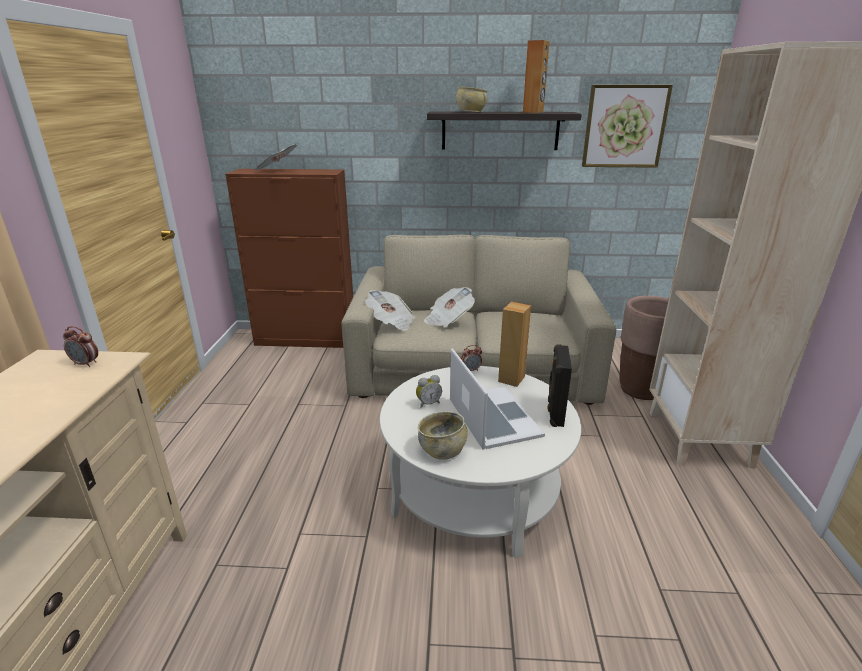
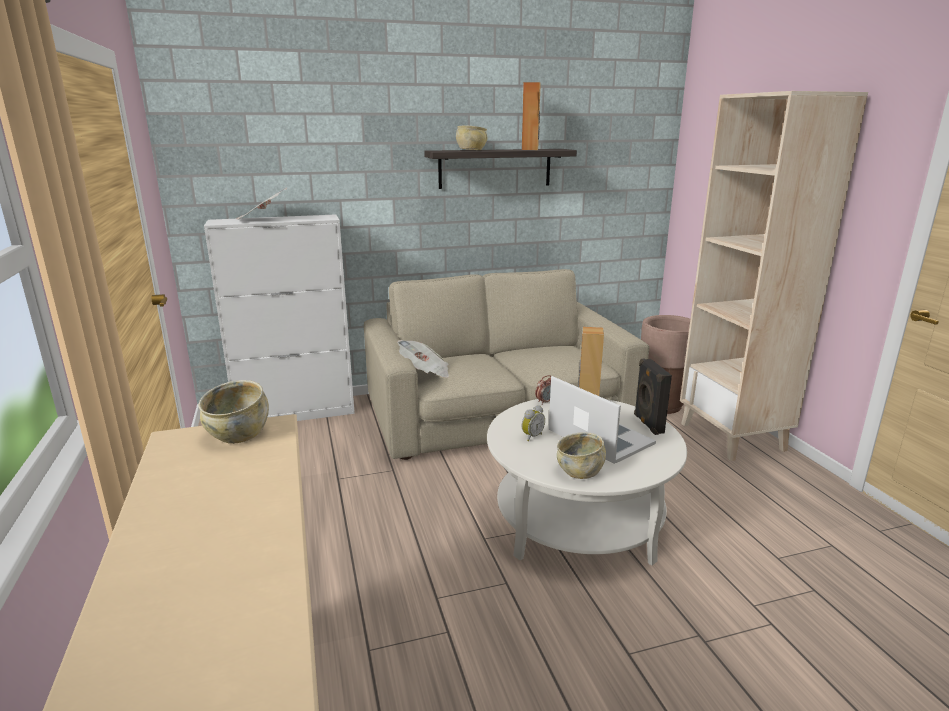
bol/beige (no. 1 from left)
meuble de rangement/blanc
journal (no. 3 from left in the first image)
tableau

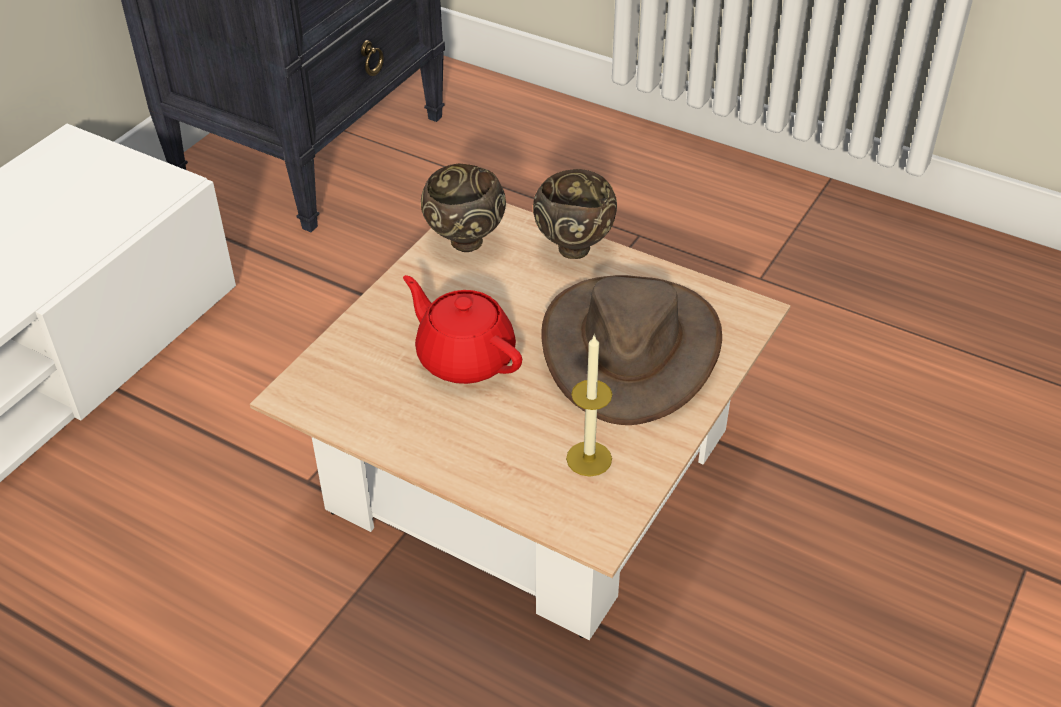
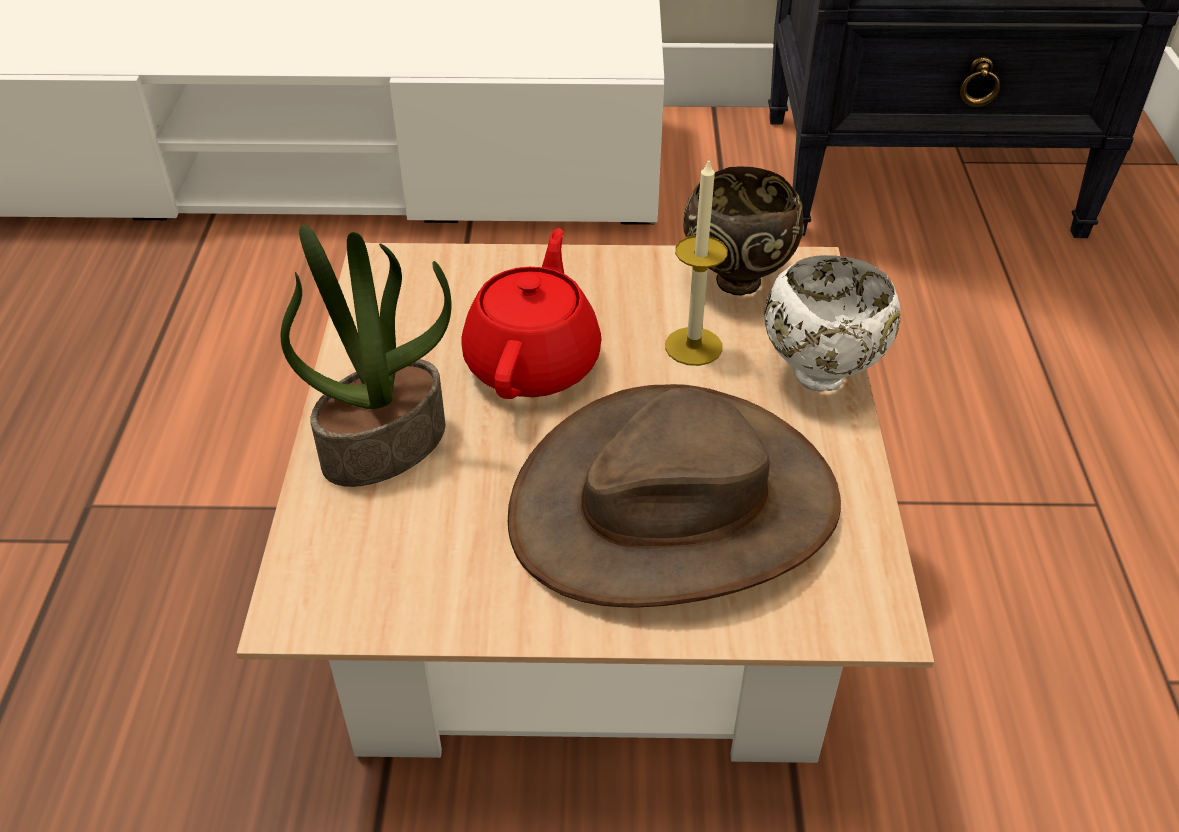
plante en pot
bougie
bol/blanc

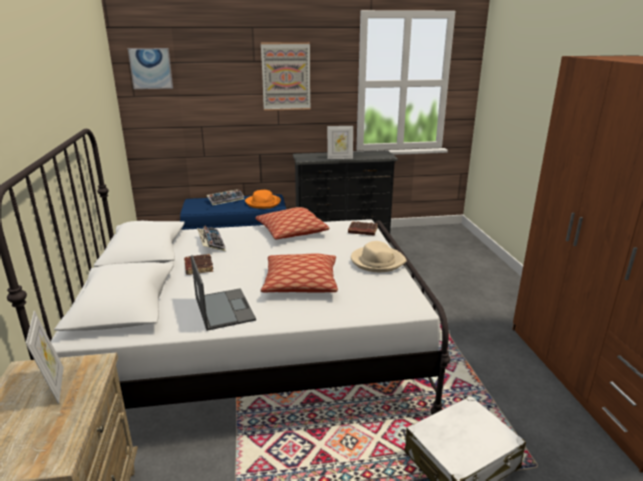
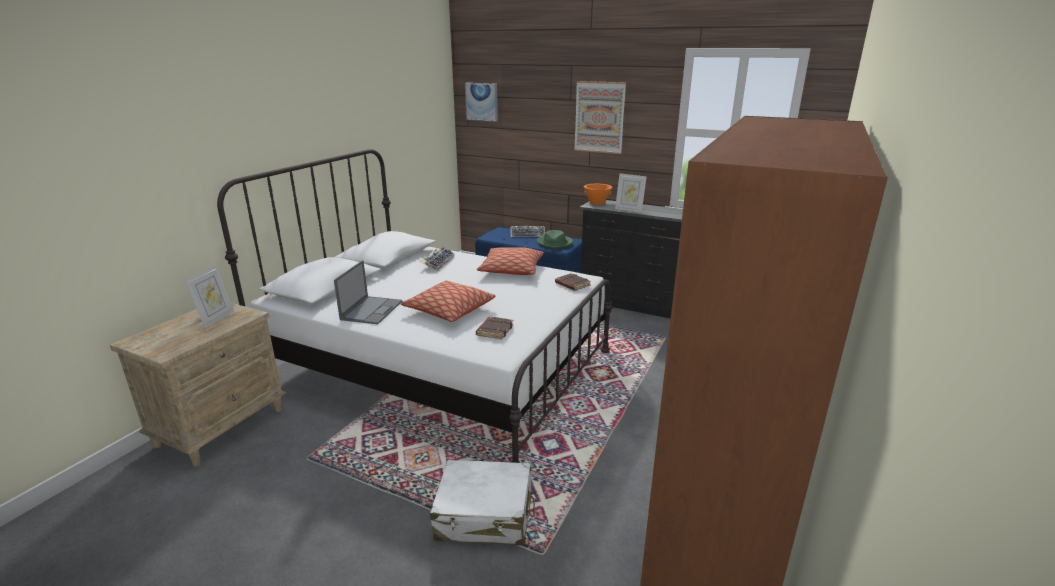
livre/marron (no. 1 from left)
chapeau/vert
bol/orange
chapeau/beige

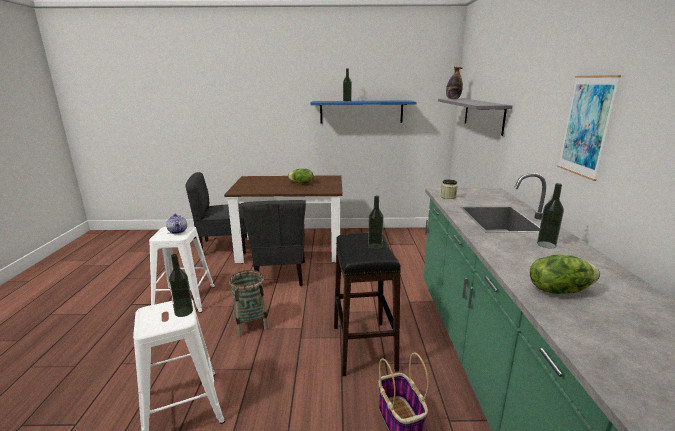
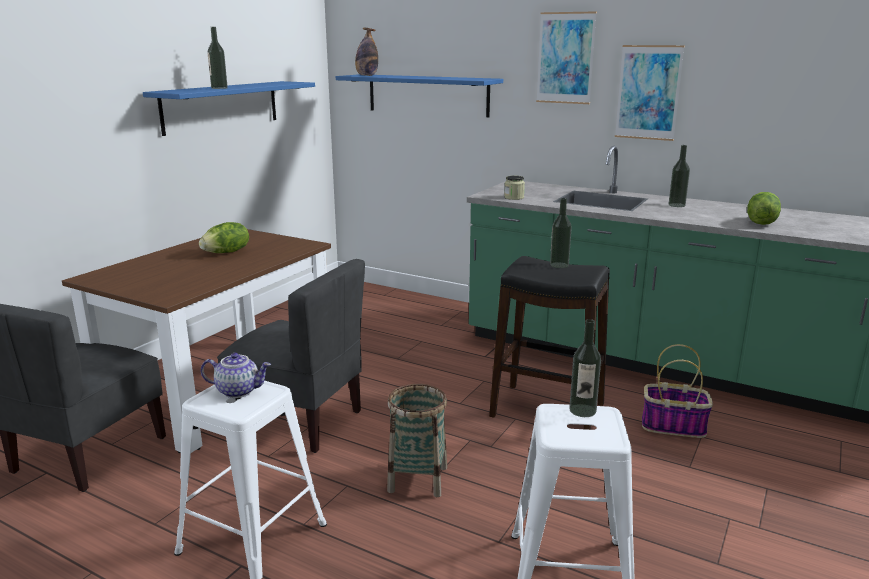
étagère/bleu (no. 2 from left)
tableau (no. 1 from left)

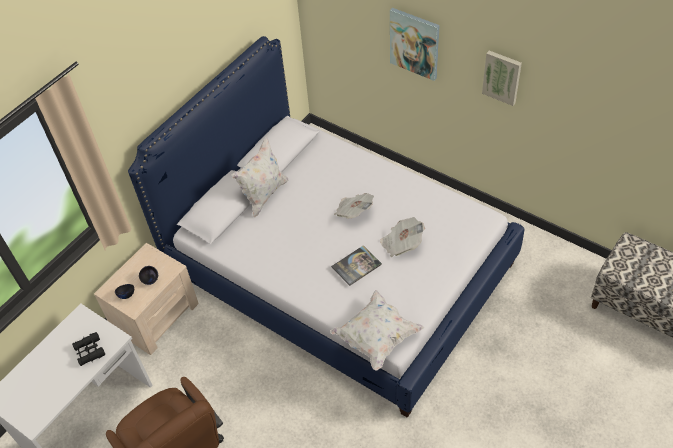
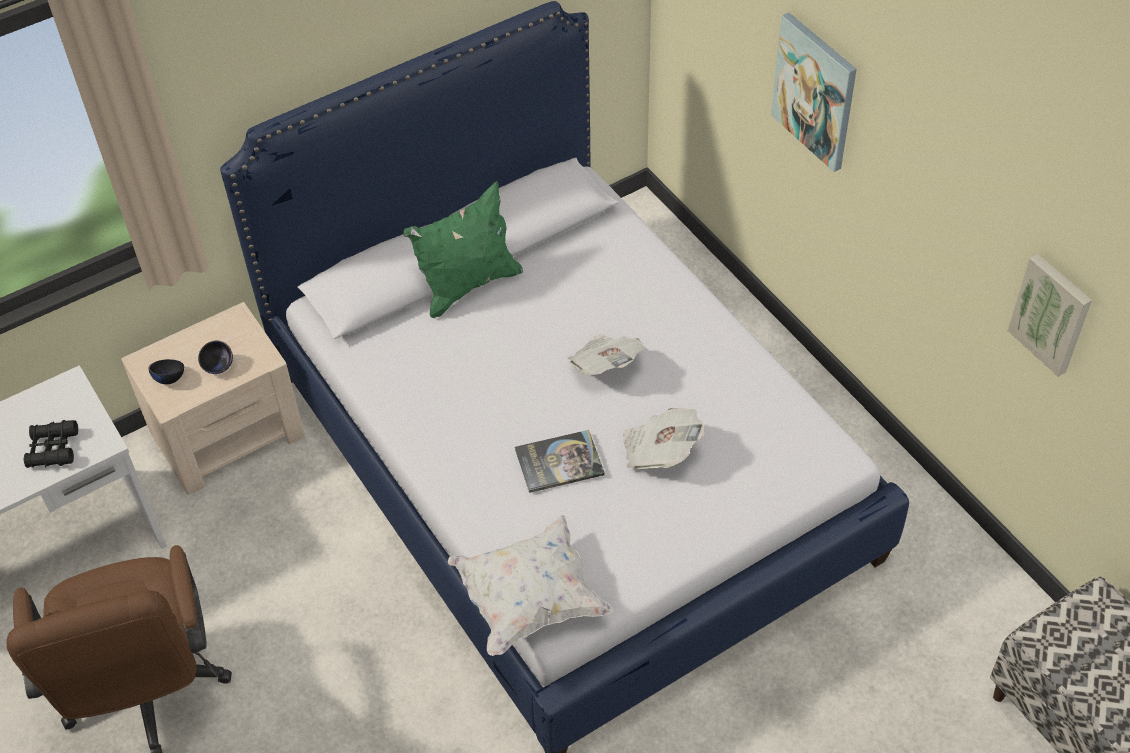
coussin/vert
tableau (no. 2 from left)

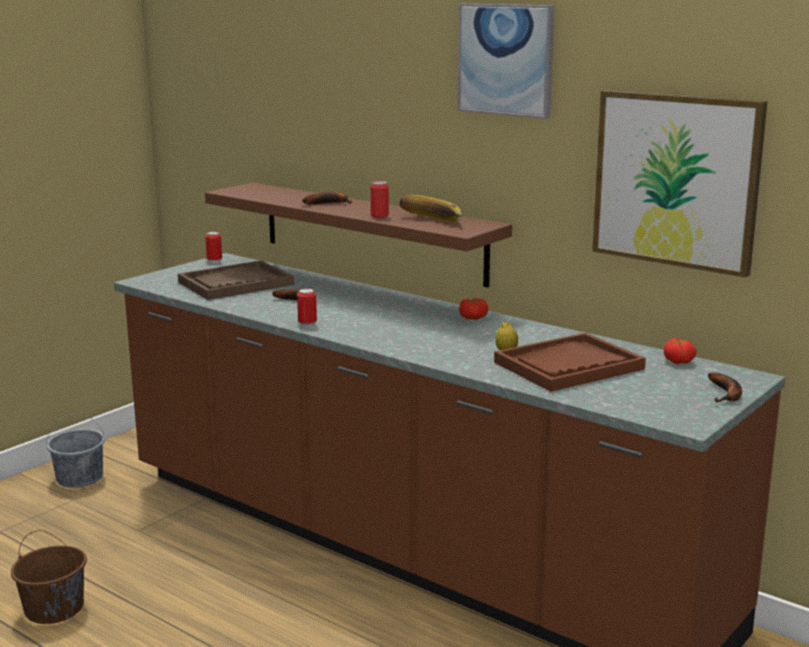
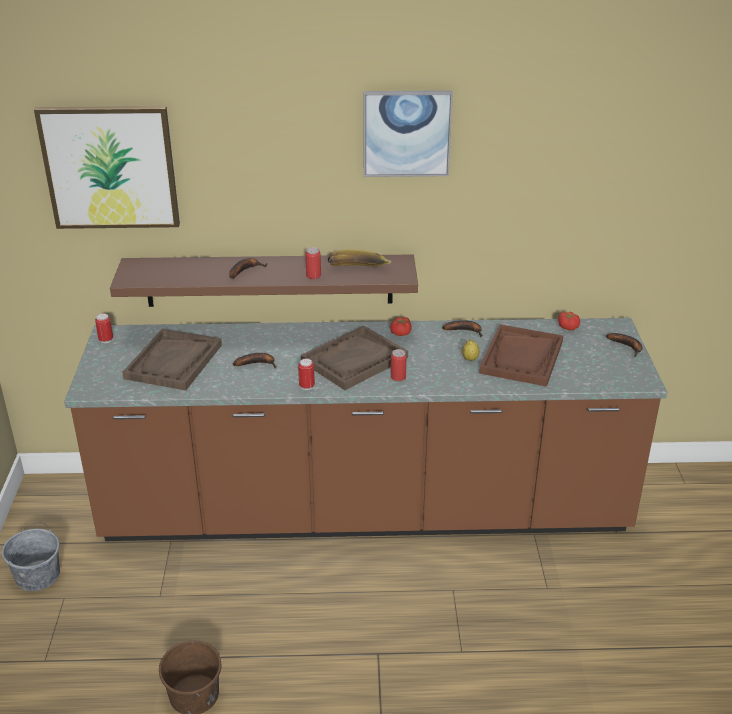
tableau (no. 1 from left)
plateau/marron (no. 2 from left)
boîte métallique (no. 4 from left)
banane (no. 4 from left)

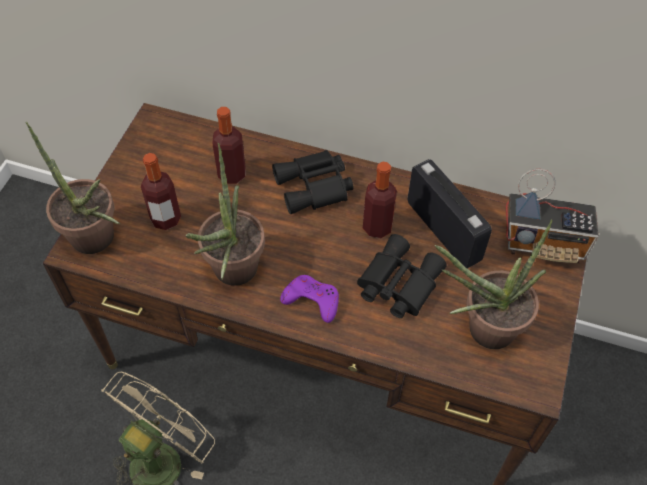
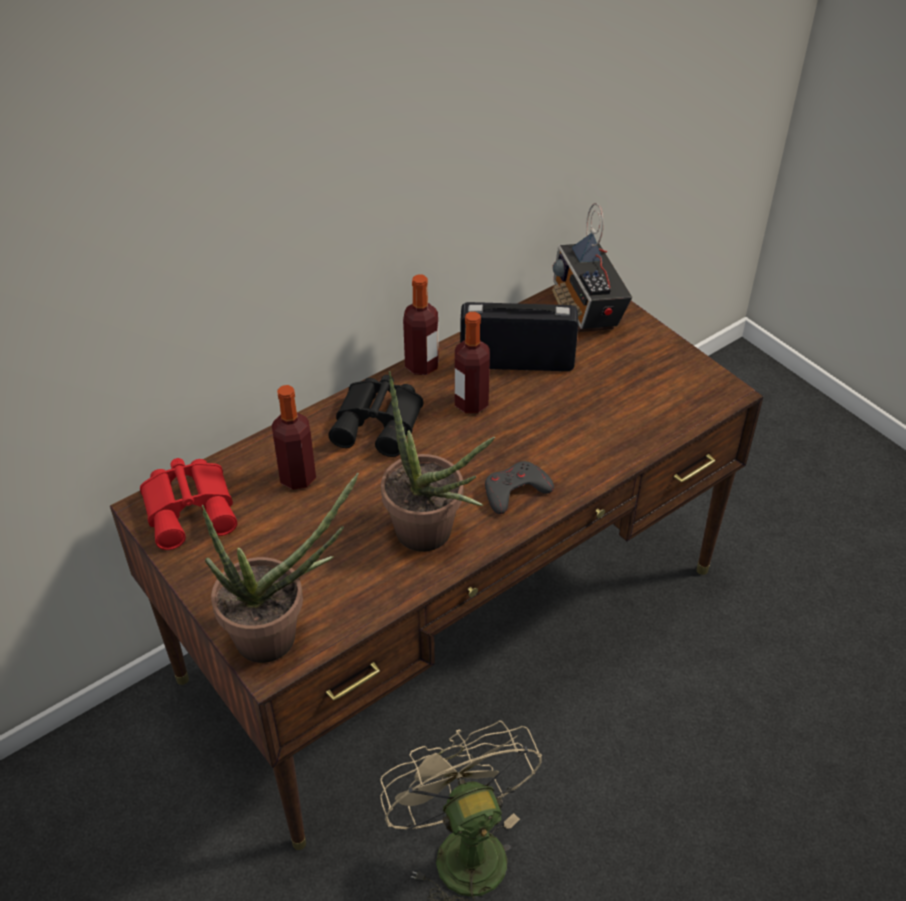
jumelles/rouge
bouteille (no. 2 from left)
manette/gris
radio (no. 2 from left)
jumelles/noir (no. 2 from left in the first image)
plante en pot (no. 3 from left in the first image)

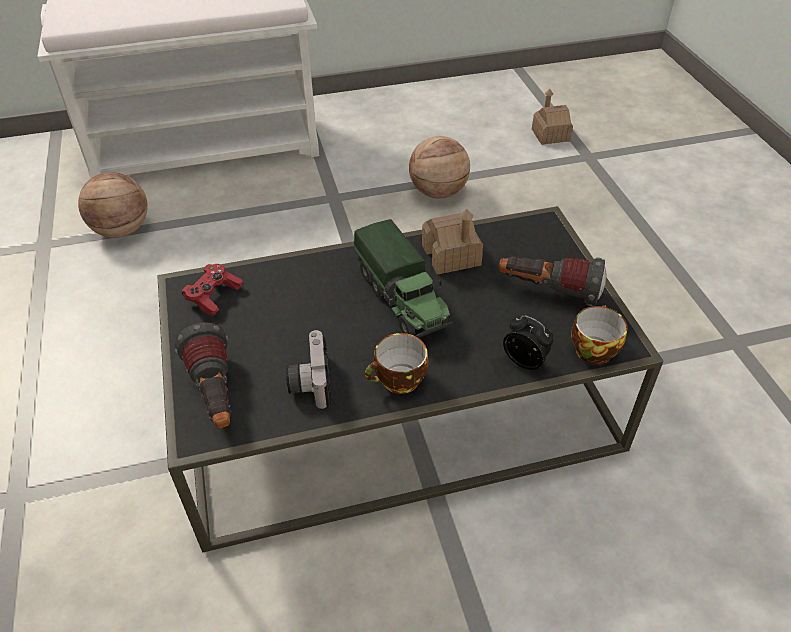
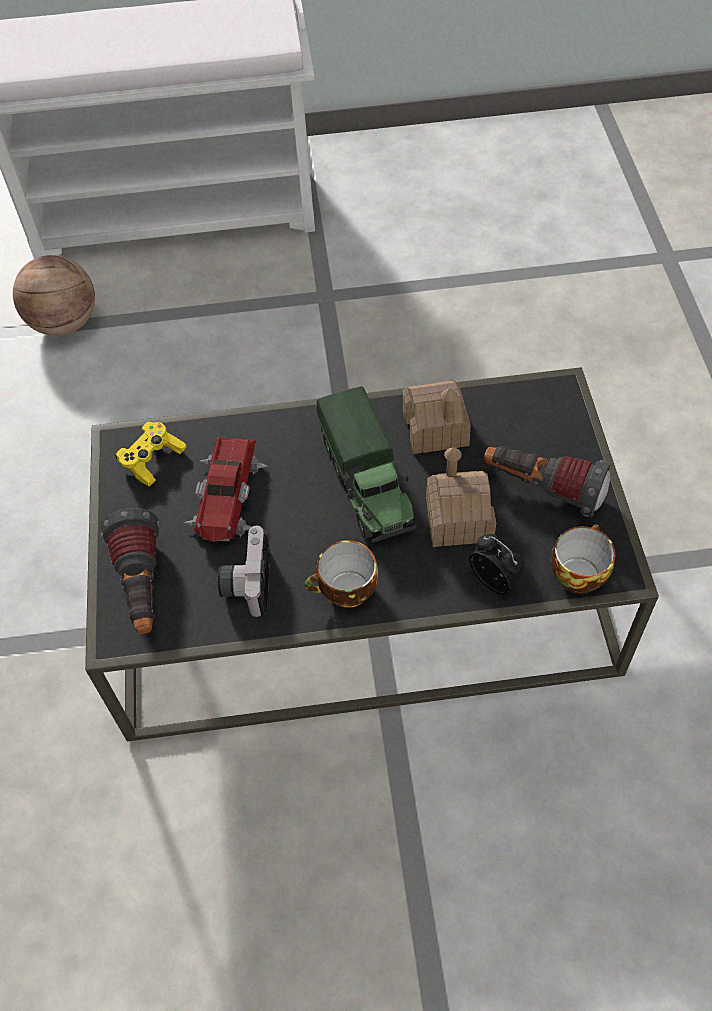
manette/jaune
petite voiture
maison miniature (no. 2 from left)
ballon de basket (no. 2 from left in the first image)

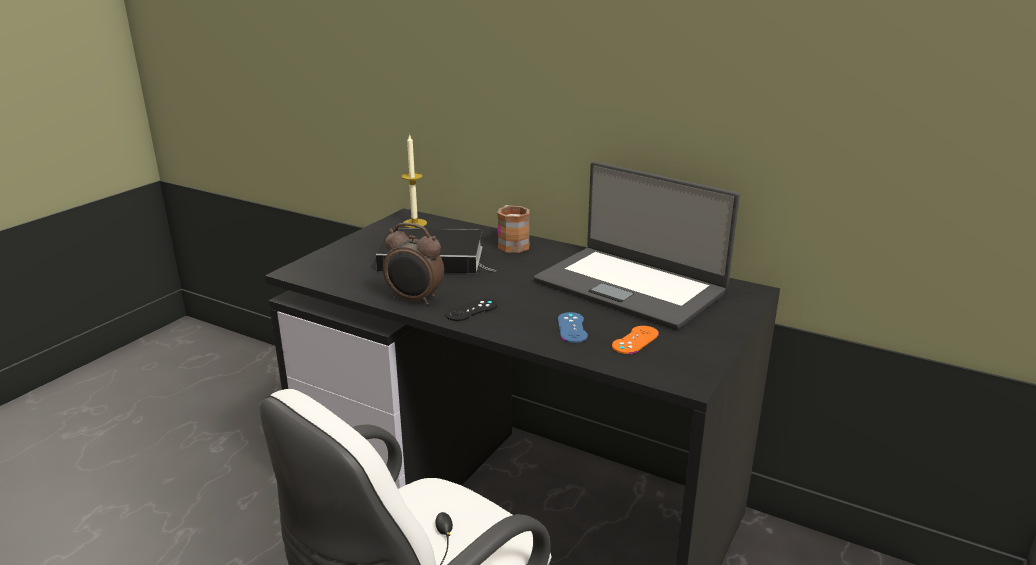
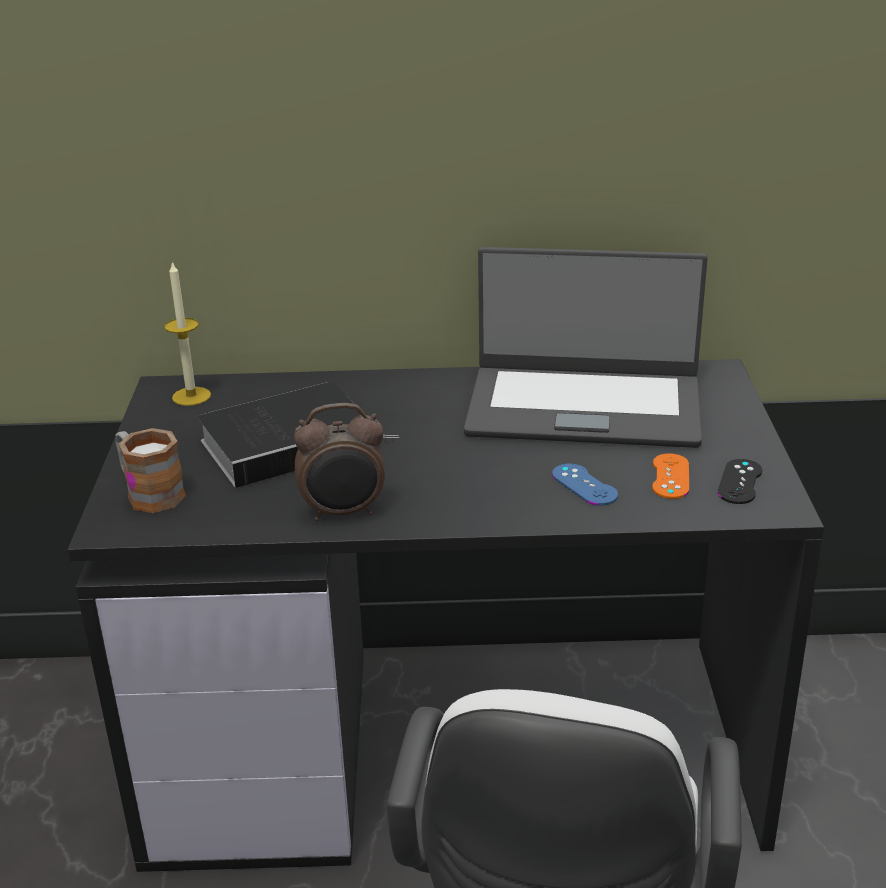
mug
manette/noir

